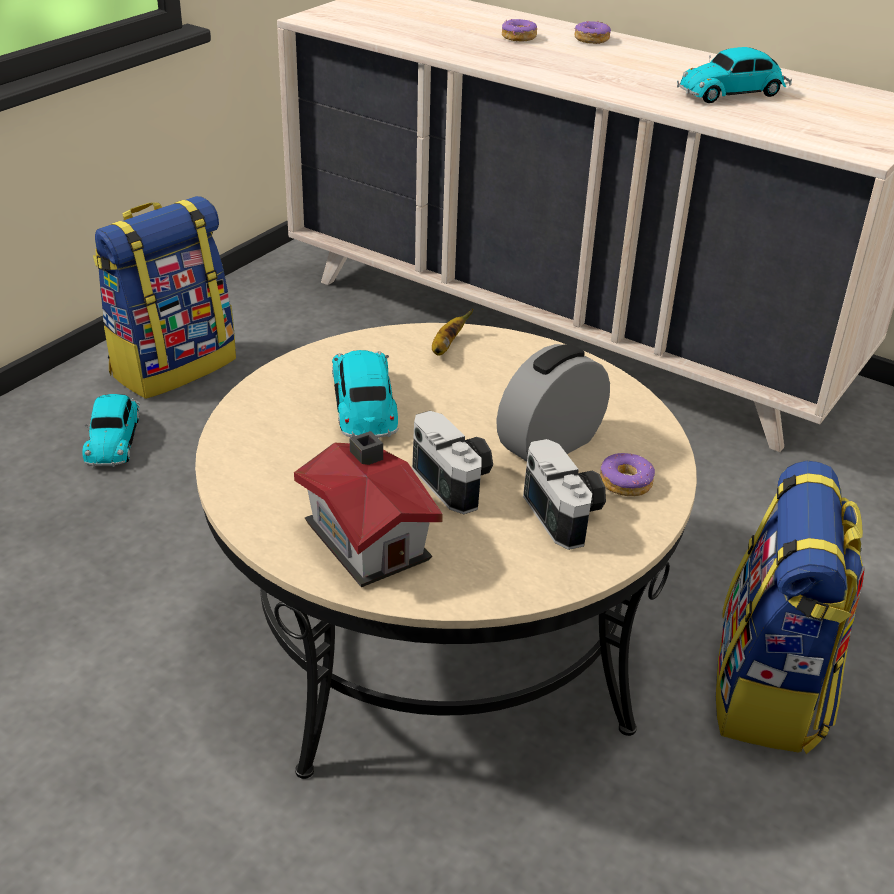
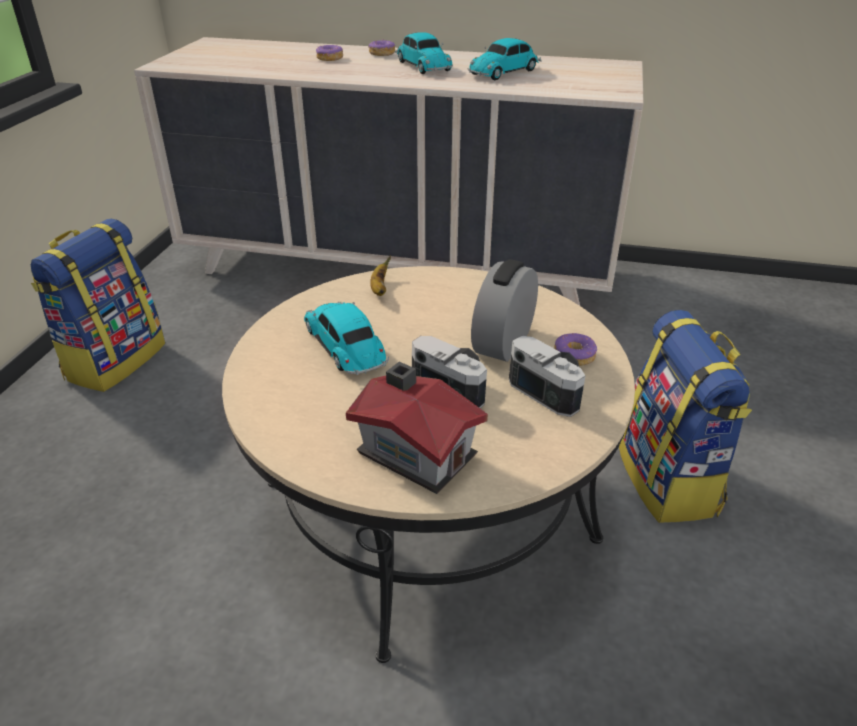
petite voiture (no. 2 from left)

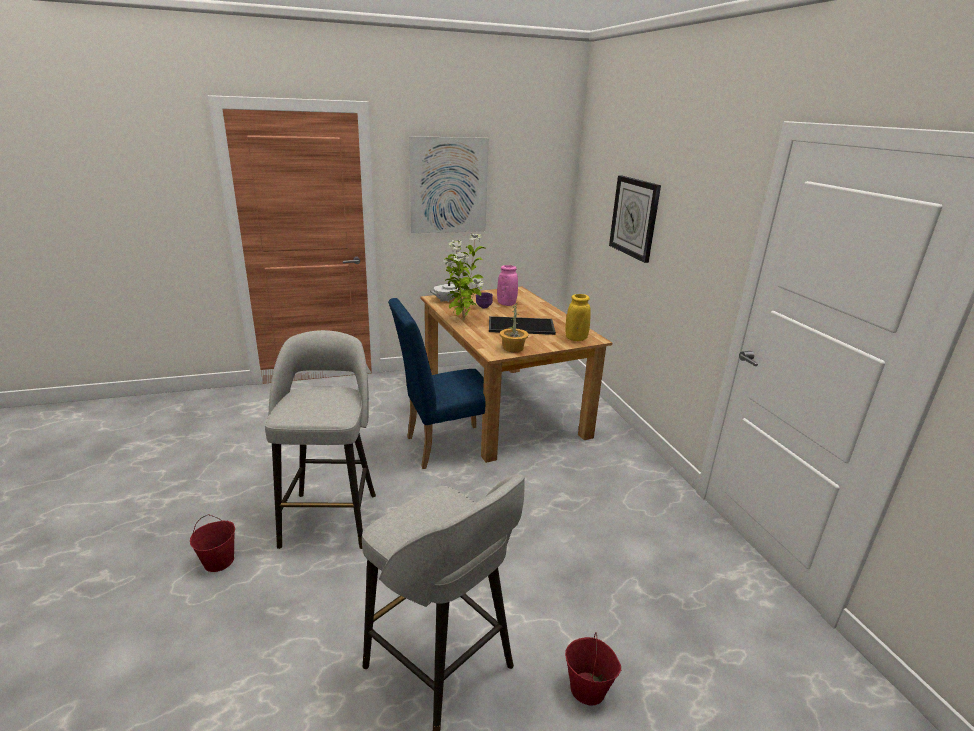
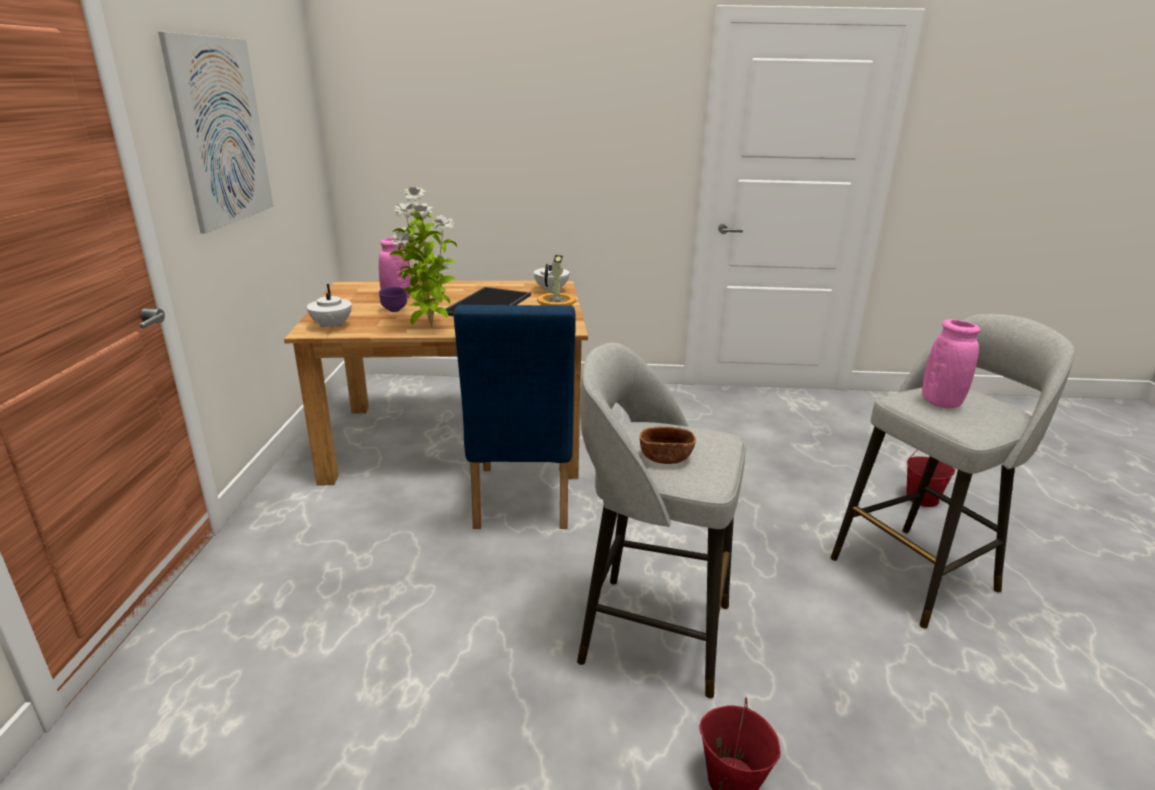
théière/blanc (no. 2 from left)
bol/marron
vase/rose (no. 2 from left)
horloge murale

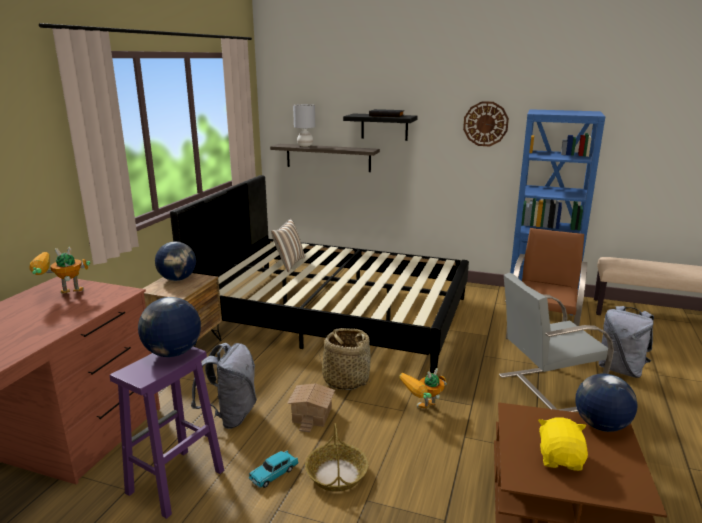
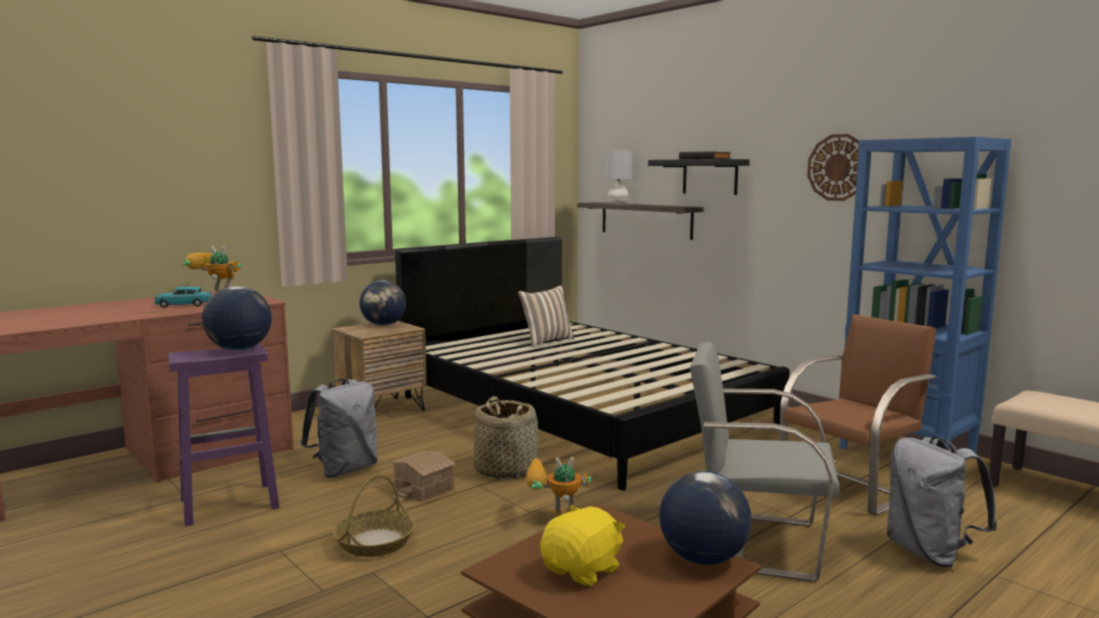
petite voiture/turquoise

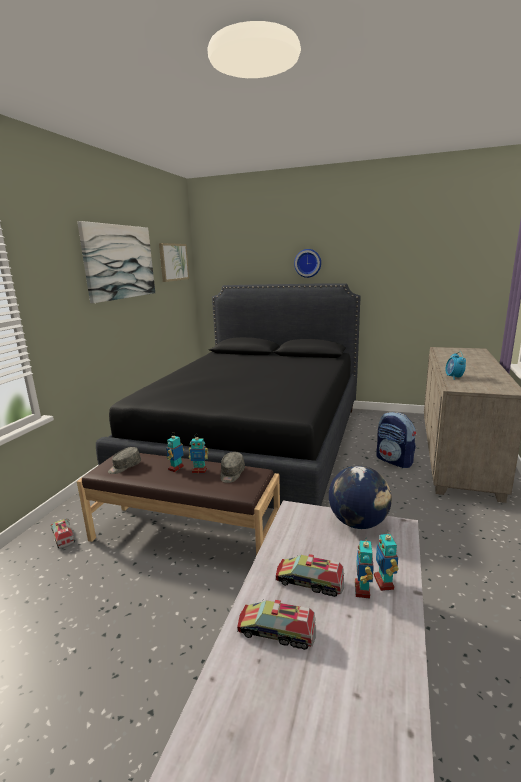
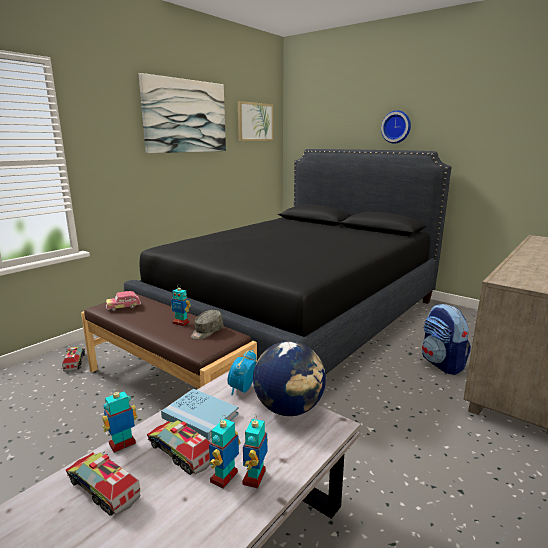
robot jouet (no. 1 from left)
petite voiture
livre/bleu
réveil

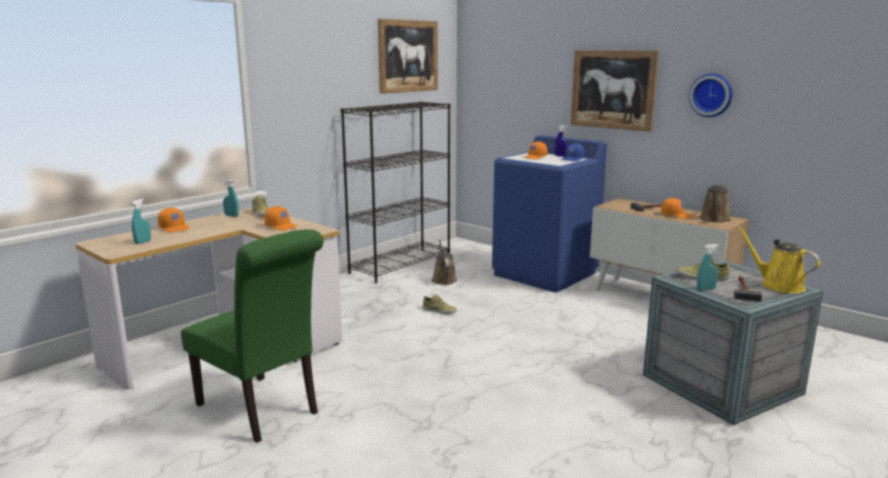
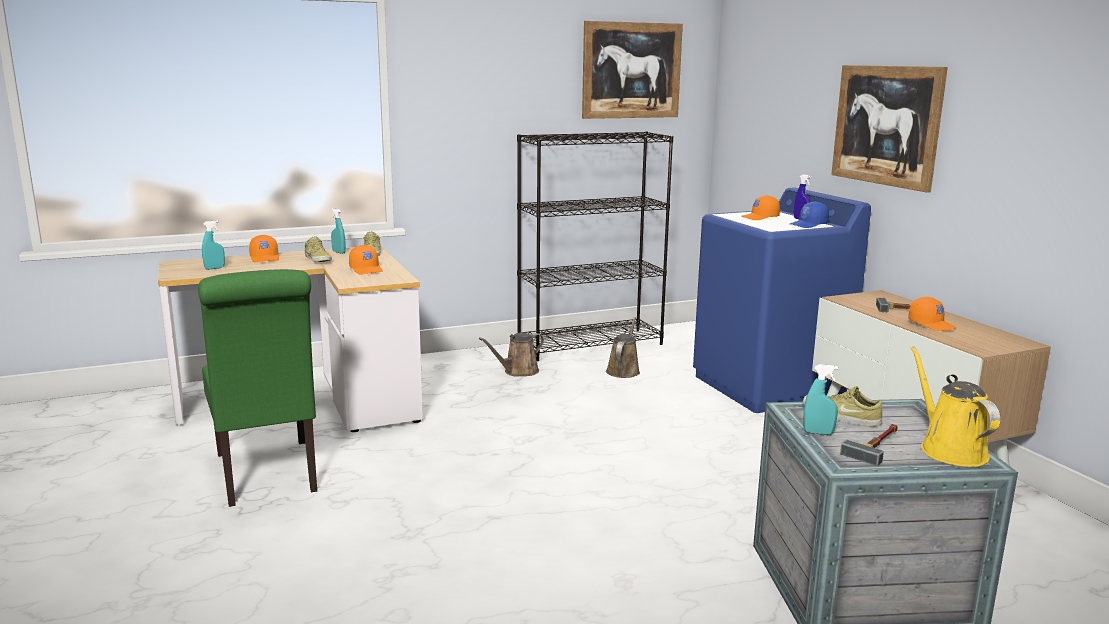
chaussure/beige (no. 1 from left)
arrosoir/marron (no. 1 from left)
horloge murale

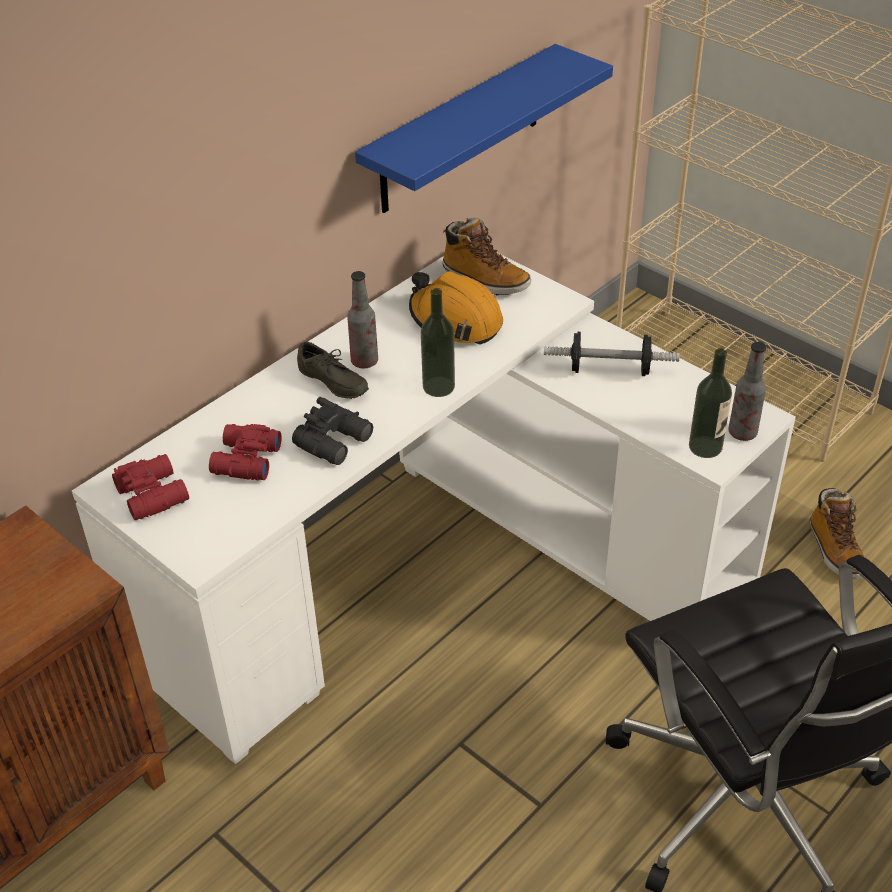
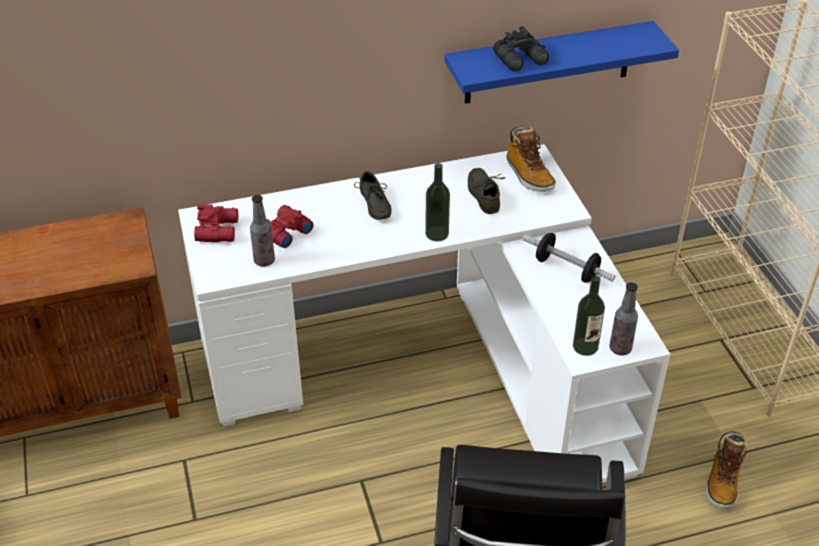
bouteille (no. 1 from left)
chaussure/gris (no. 2 from left)
jumelles/noir

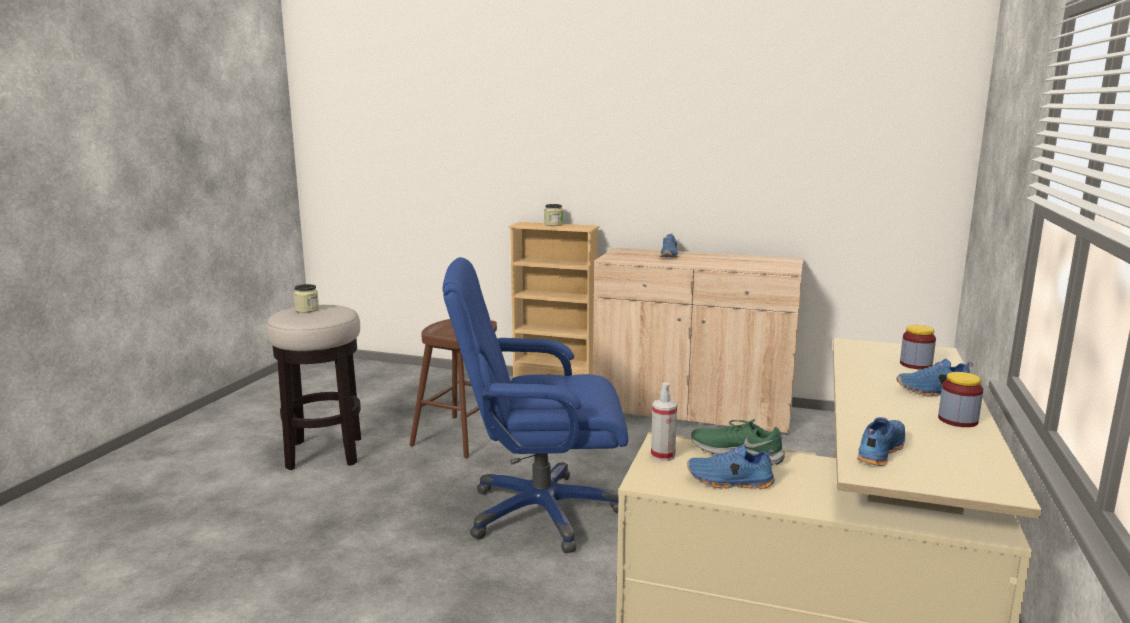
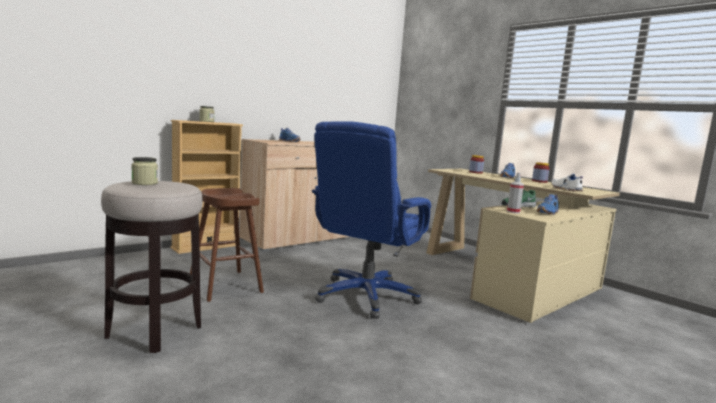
chaussure/blanc

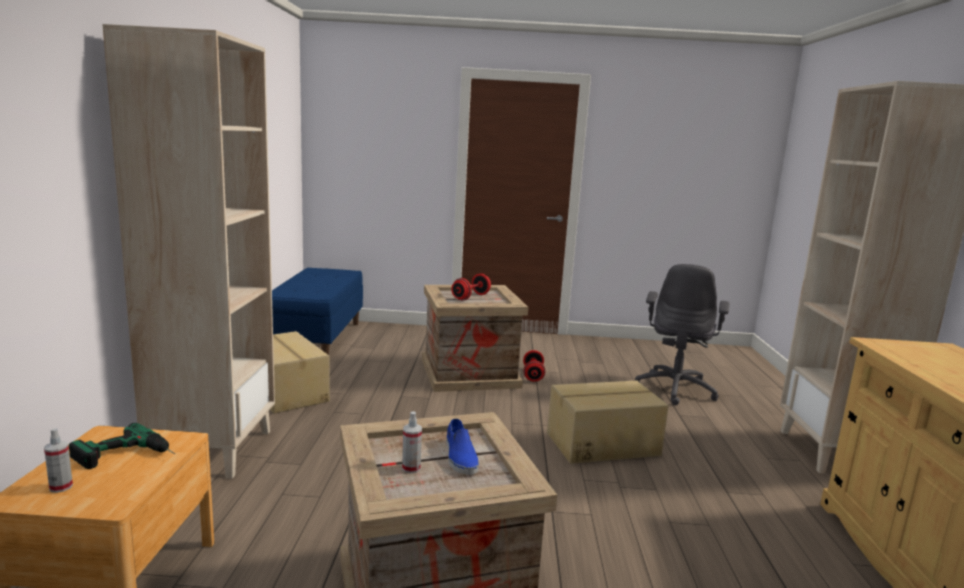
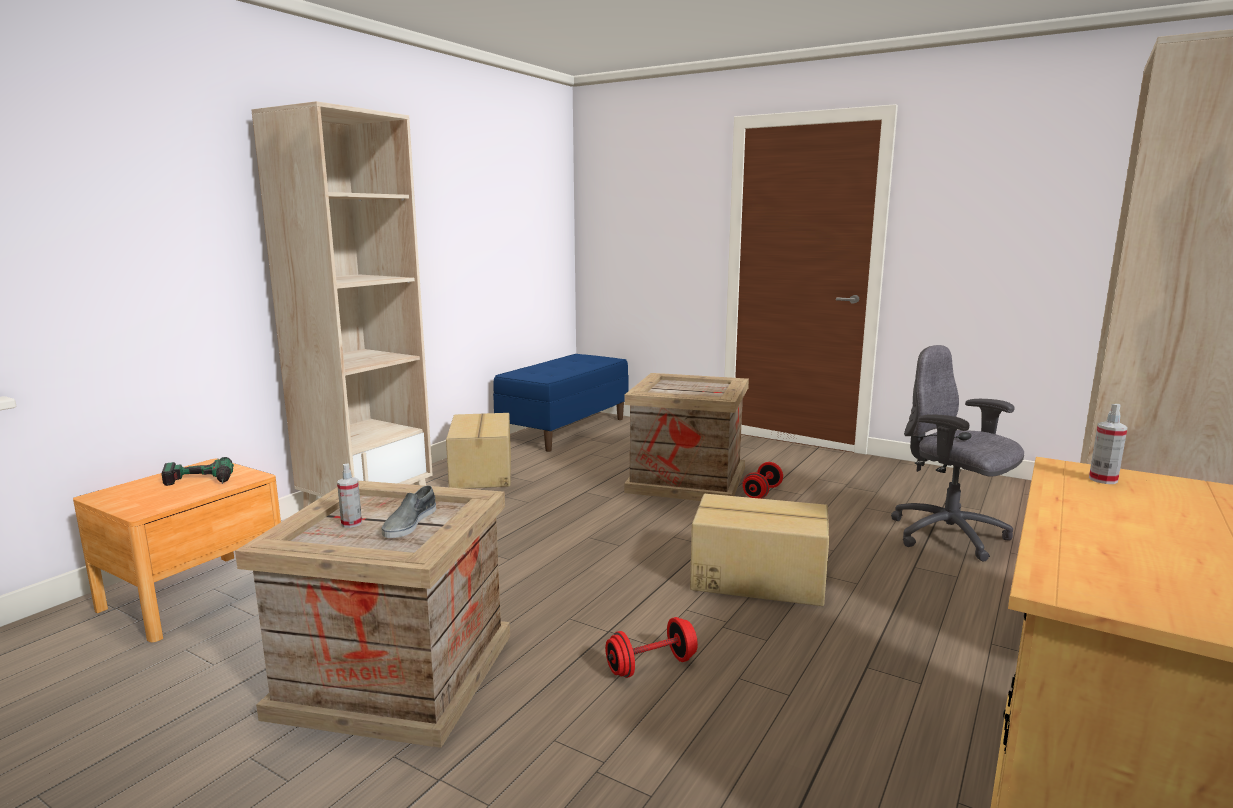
chaussure/gris
haltère/rouge (no. 1 from left)
chaise de bureau/gris
vaporisateur (no. 2 from left)

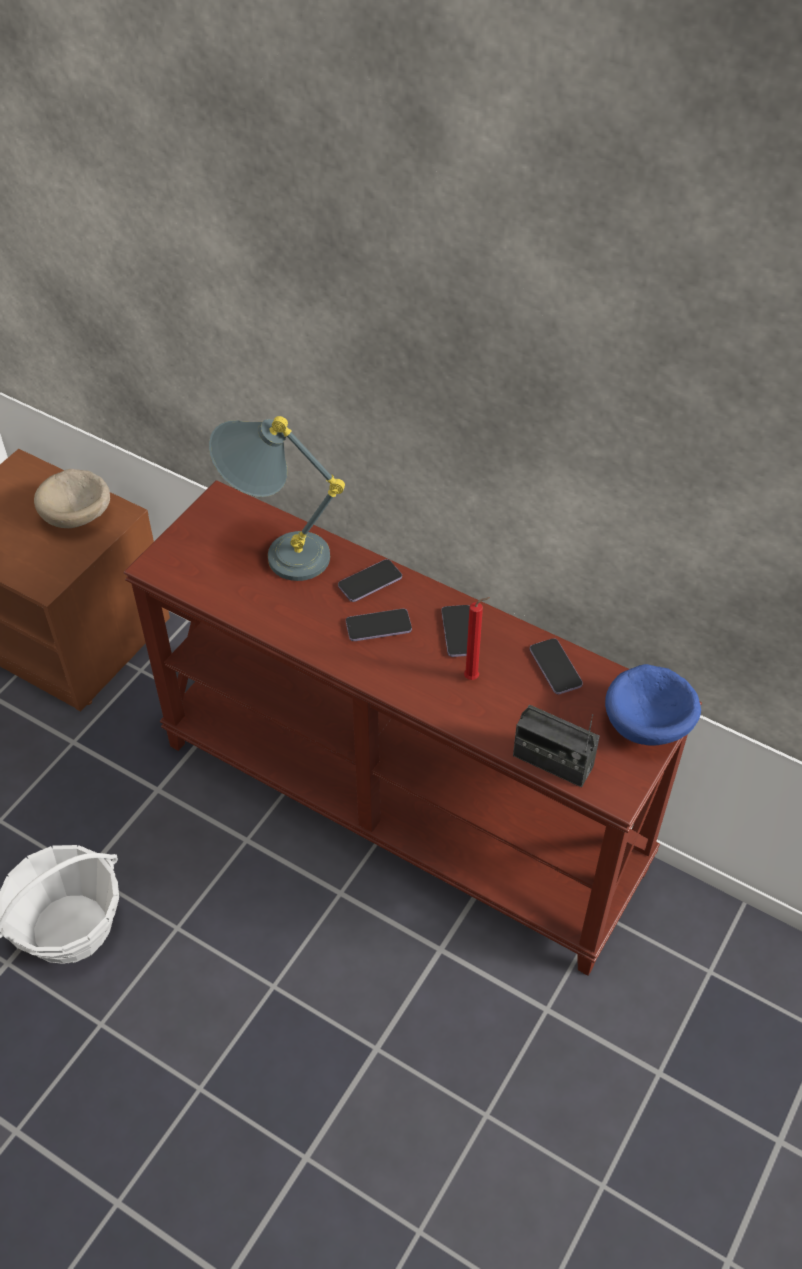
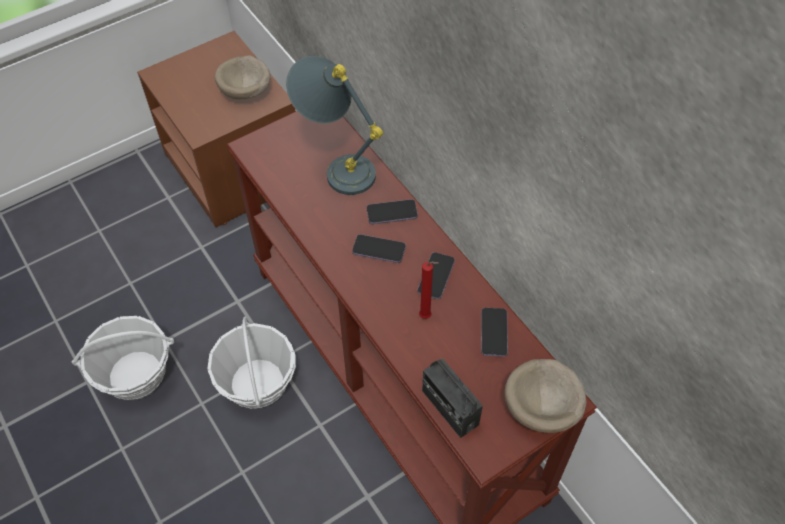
panier (no. 2 from left)
bol/beige (no. 2 from left)

